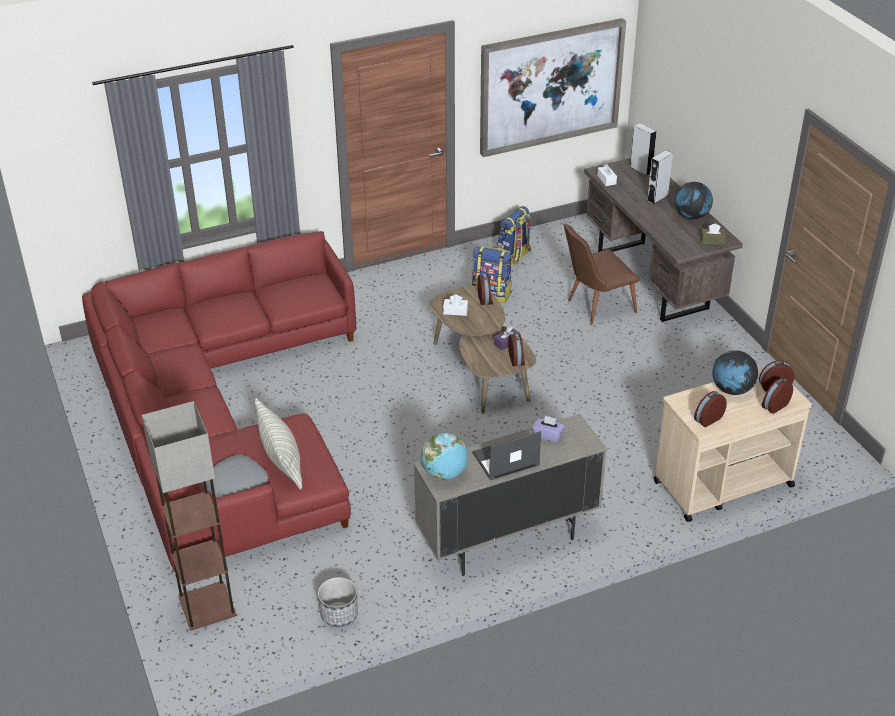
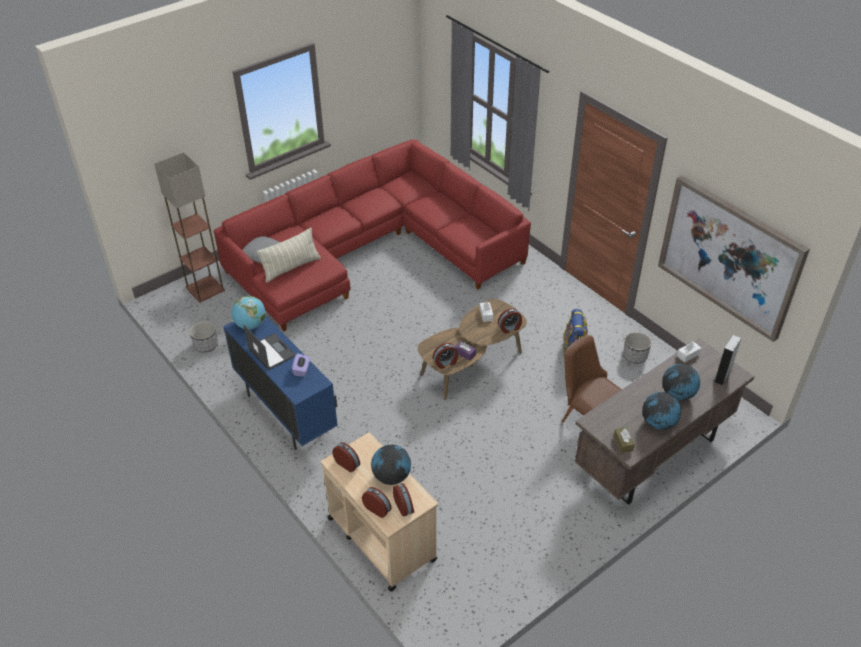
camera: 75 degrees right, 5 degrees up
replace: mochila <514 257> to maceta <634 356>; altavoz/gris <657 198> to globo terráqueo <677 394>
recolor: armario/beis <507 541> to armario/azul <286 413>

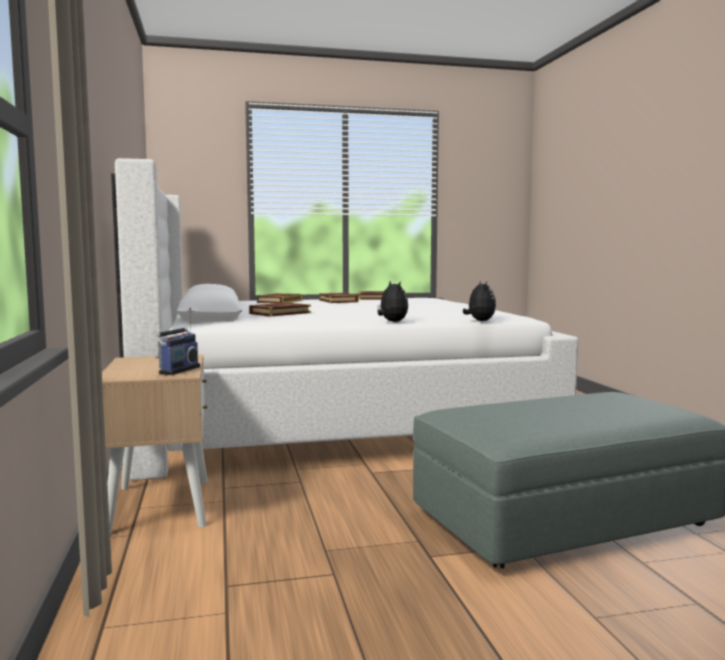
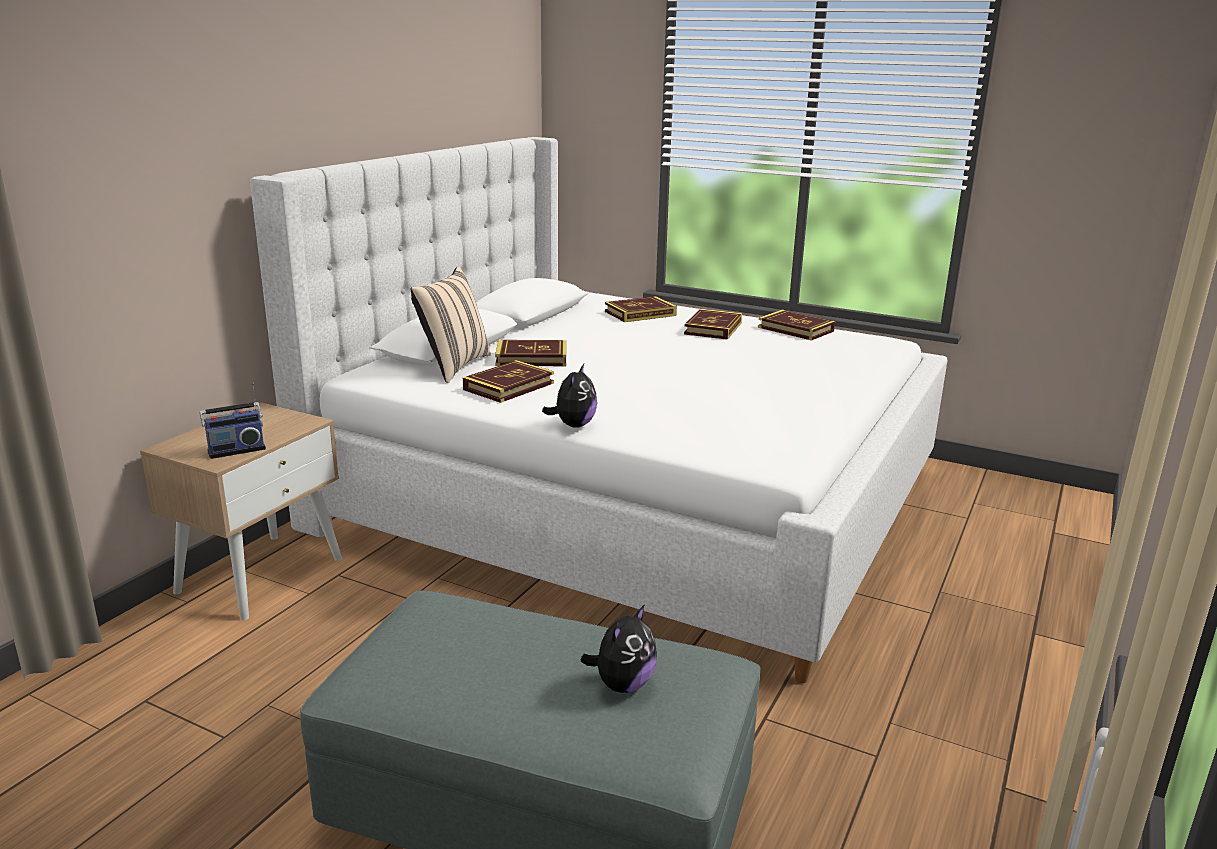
camera: 40 degrees right, 15 degrees up
insert: cojín/beis <453 366>; libro <509 386>
move: peluche <479 321> to <622 684>

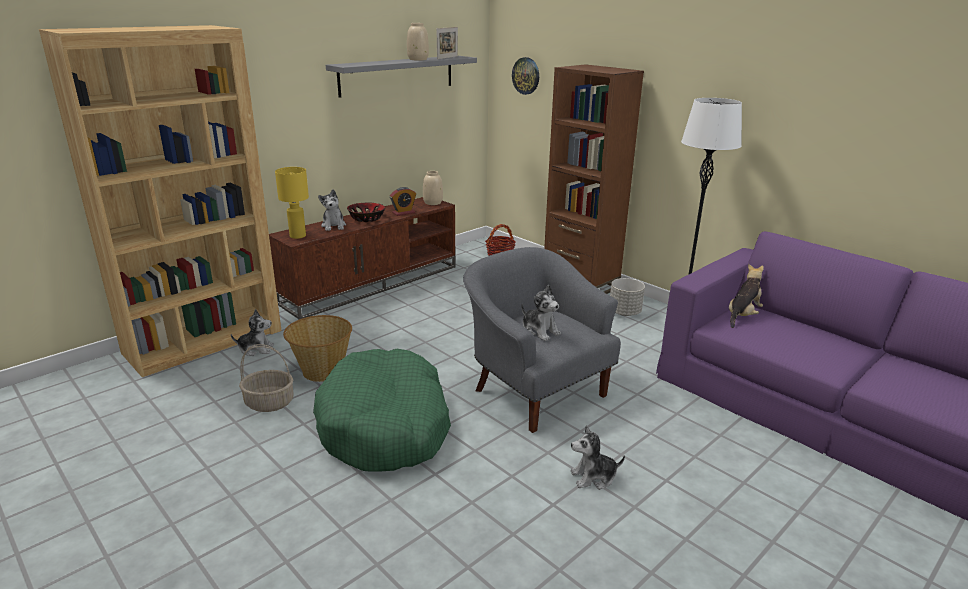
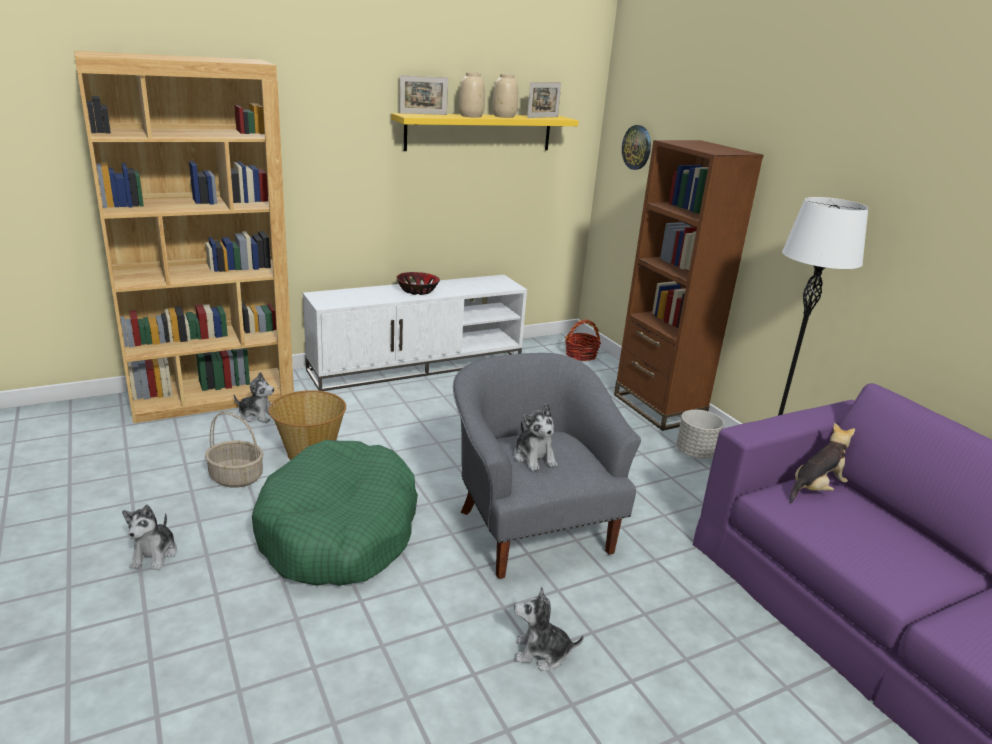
camera: 15 degrees right, 0 degrees up
delete: lámpara de mesa/amarillo <297 236>; despertador <403 213>
insert: portarretratos <423 114>
move: peluche <334 226> to <154 554>; florero/beis <433 203> to <471 116>
recolor: mueble de televisión/marrón <372 284> to mueble de televisión/blanco <417 365>; estante/gris <397 75> to estante/amarillo <479 132>

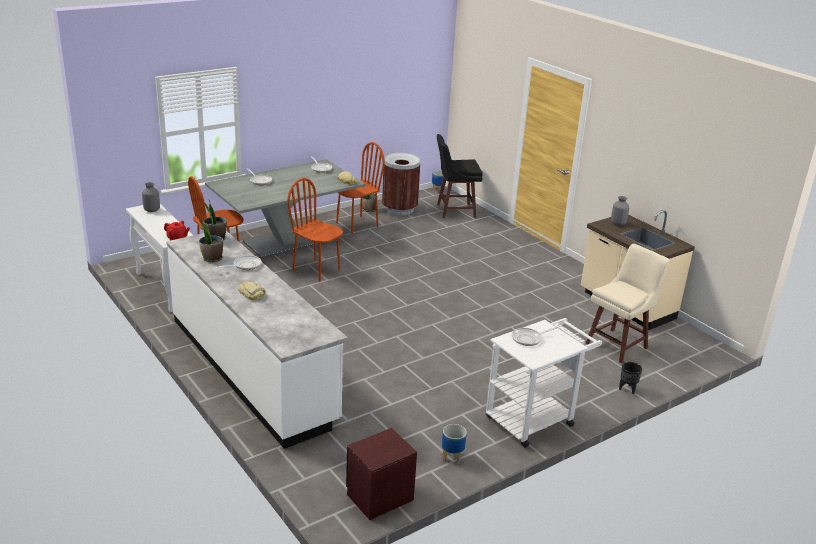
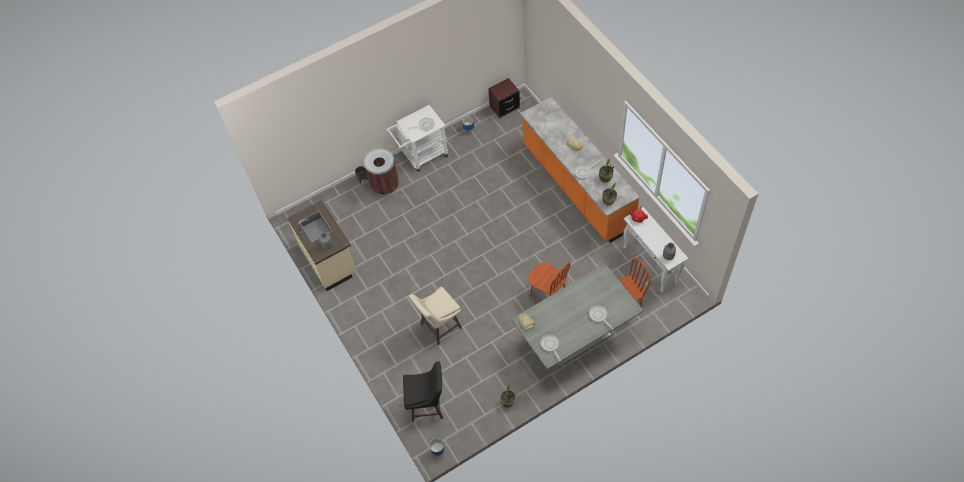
camera: 170 degrees left, 30 degrees up
delete: silla/marrón <357 225>
move: papelera/marrón <399 209> to <385 186>; taburete/beis <618 345> to <439 326>
recolor: mueble bajo de cocina/blanco <252 369> to mueble bajo de cocina/naranja <576 187>

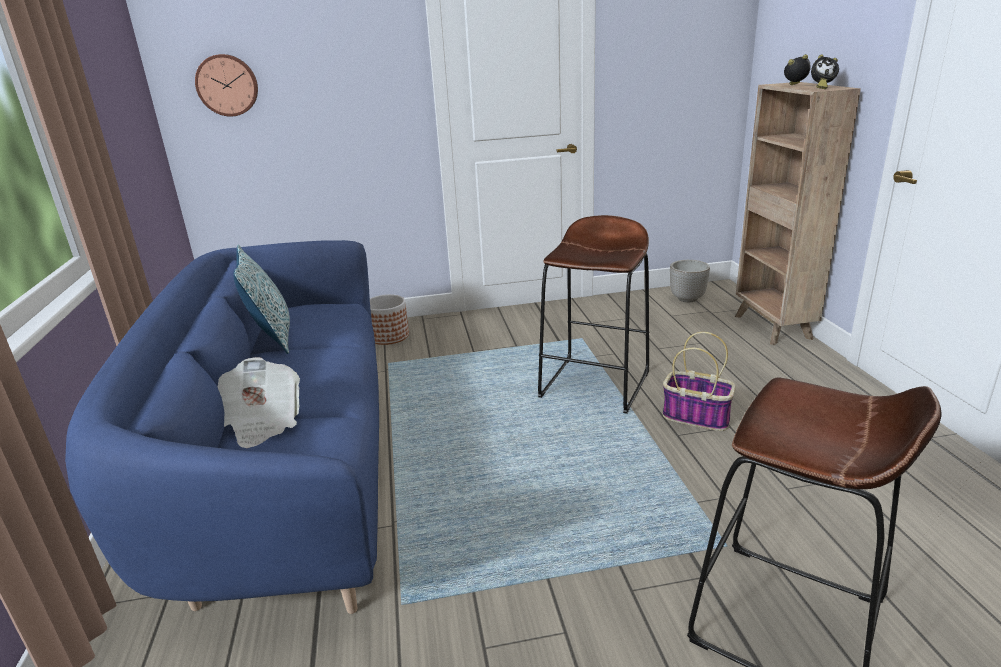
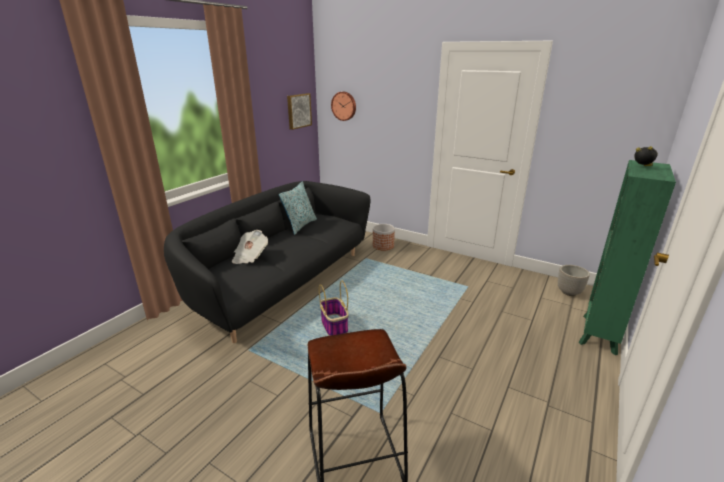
camera: 40 degrees right, 0 degrees up
delete: taburete/marrón <595 384>; despertador <821 88>
insert: cuadro <298 111>
move: cesta <697 417> to <334 326>
recolor: sofá/azul <291 467> to sofá/negro <281 283>; estantería/marrón <773 328> to estantería/verde <598 335>

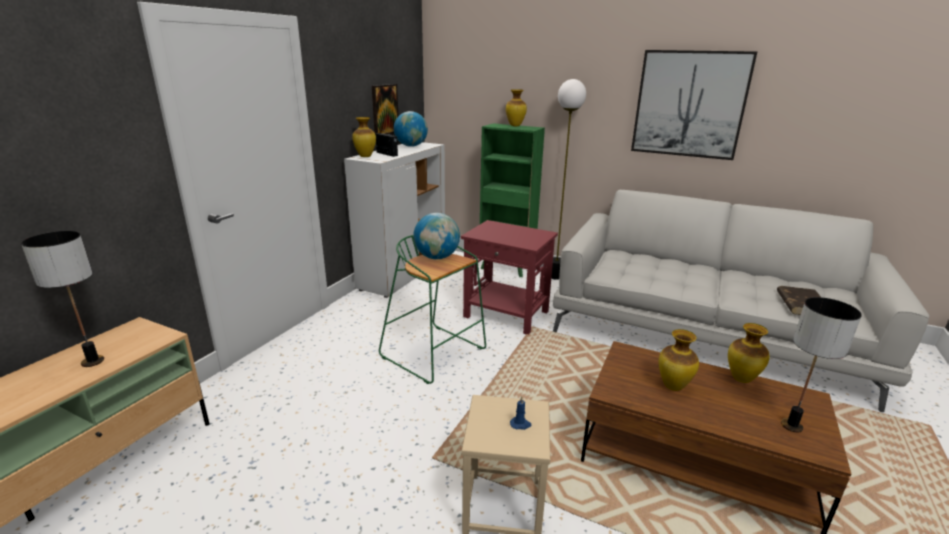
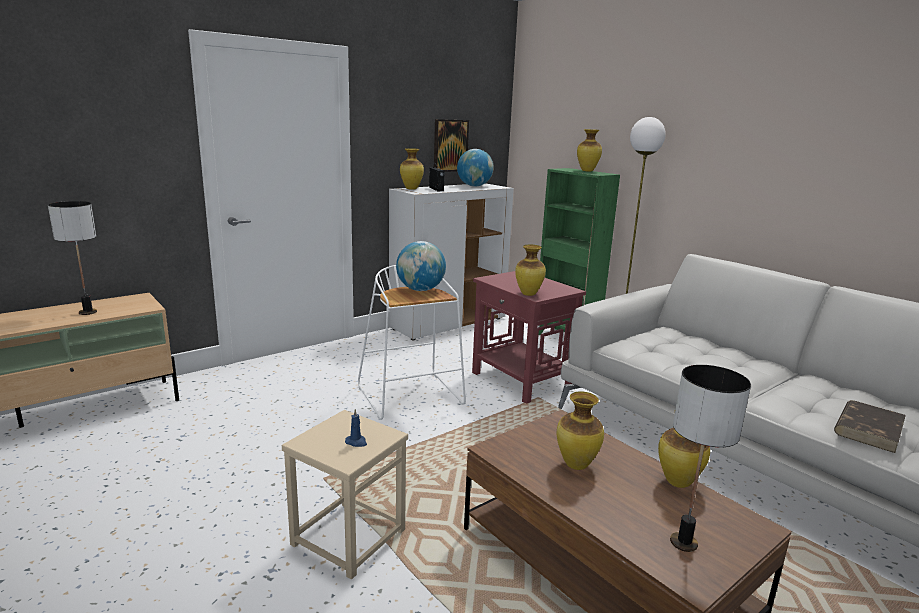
camera: 25 degrees right, 5 degrees down
delete: cuadro <689 104>
insert: florero <529 294>
recolor: taburete/verde <435 353> to taburete/blanco <412 397>

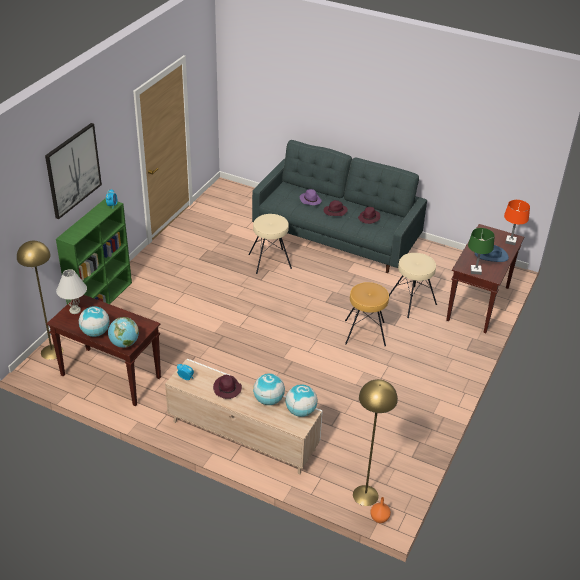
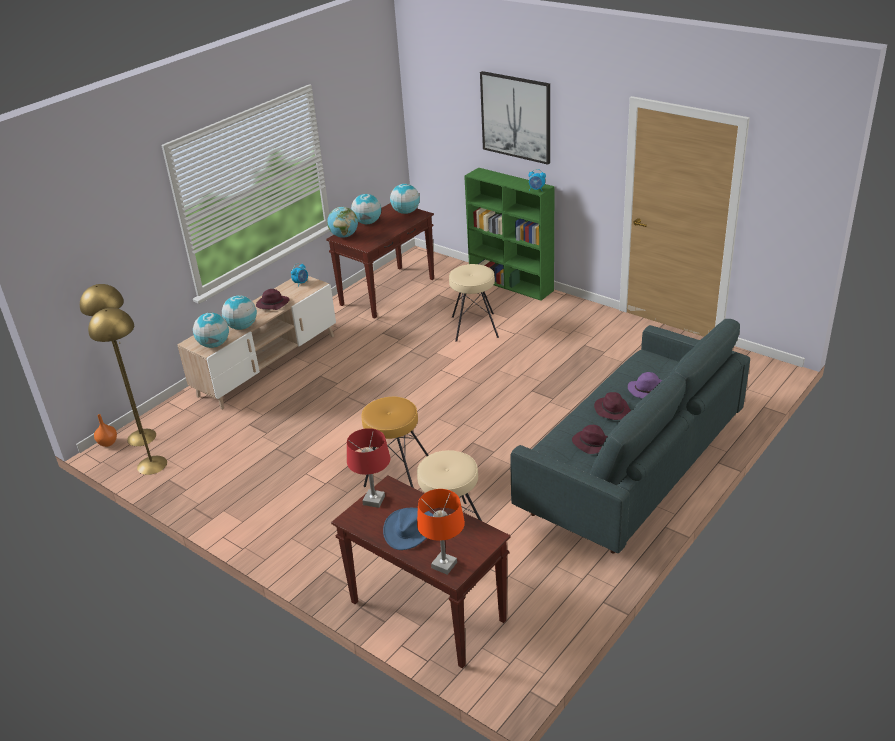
camera: 105 degrees right, 5 degrees down
move: lámpara de pie/amarillo <52 351> to <152 465>; taburete/beis <270 261> to <474 327>
replace: lámpara de mesa/blanco <75 310> to globo terráqueo <406 212>
recolor: lámpara de mesa/verde <475 271> to lámpara de mesa/rojo <374 500>

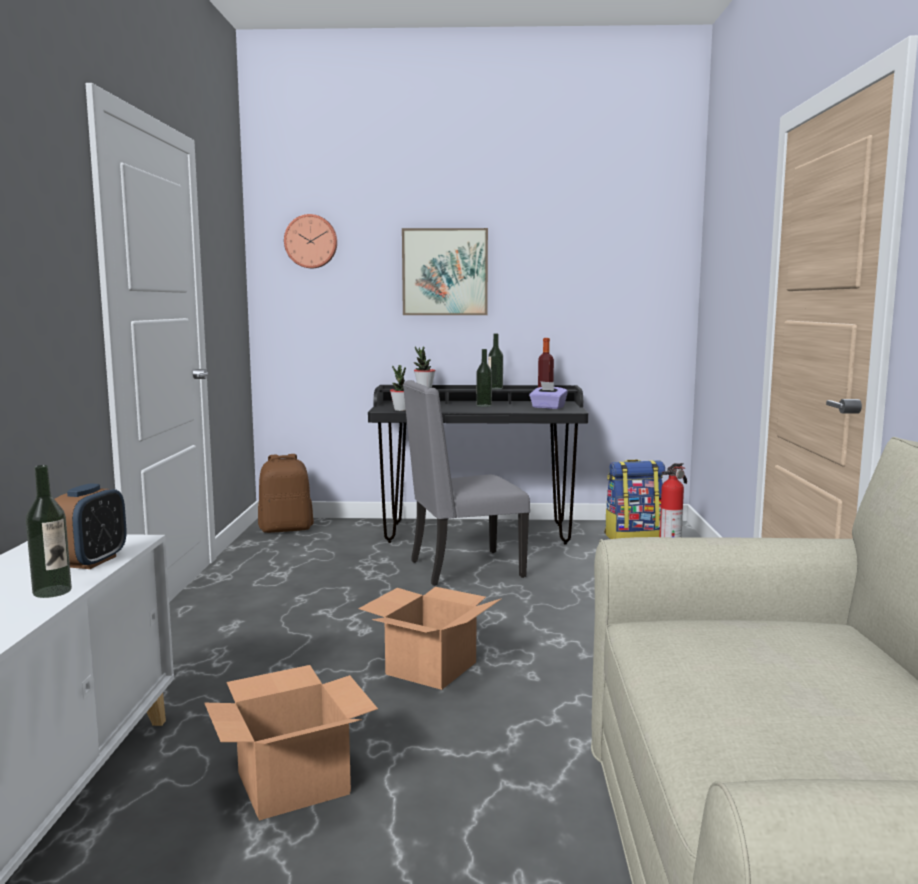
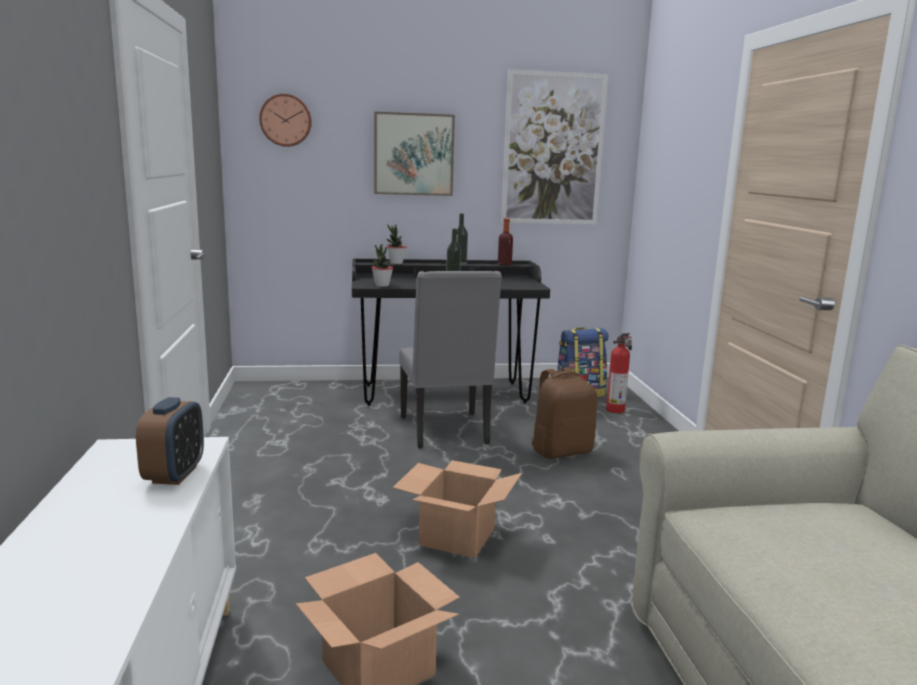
camera: 10 degrees left, 5 degrees up
delete: botella <52 591>; caja de pañuelos/morado <548 407>
insert: cuadro <553 149>
move: mochila/marrón <286 529> to <561 451>
rotate: silla/gris <463 569> = <446 431> 75 degrees counterclockwise

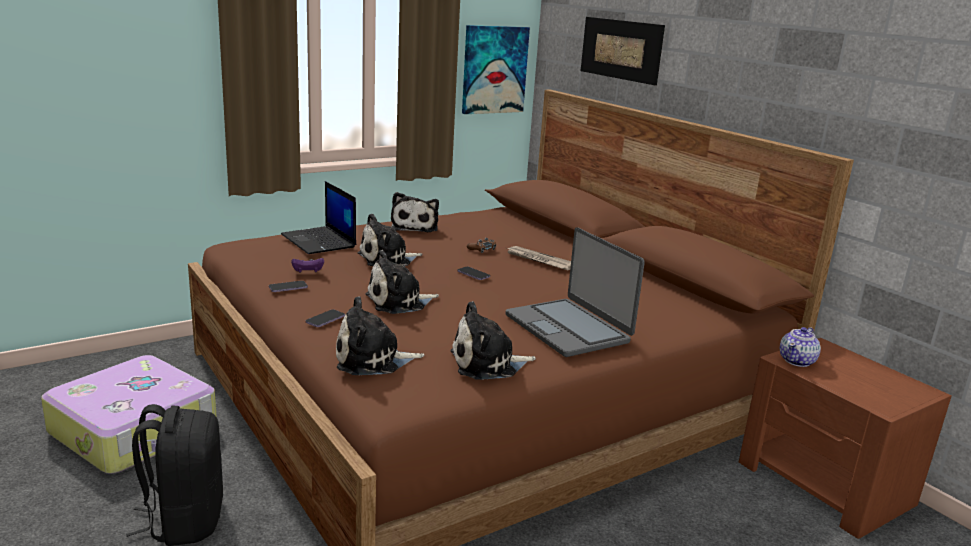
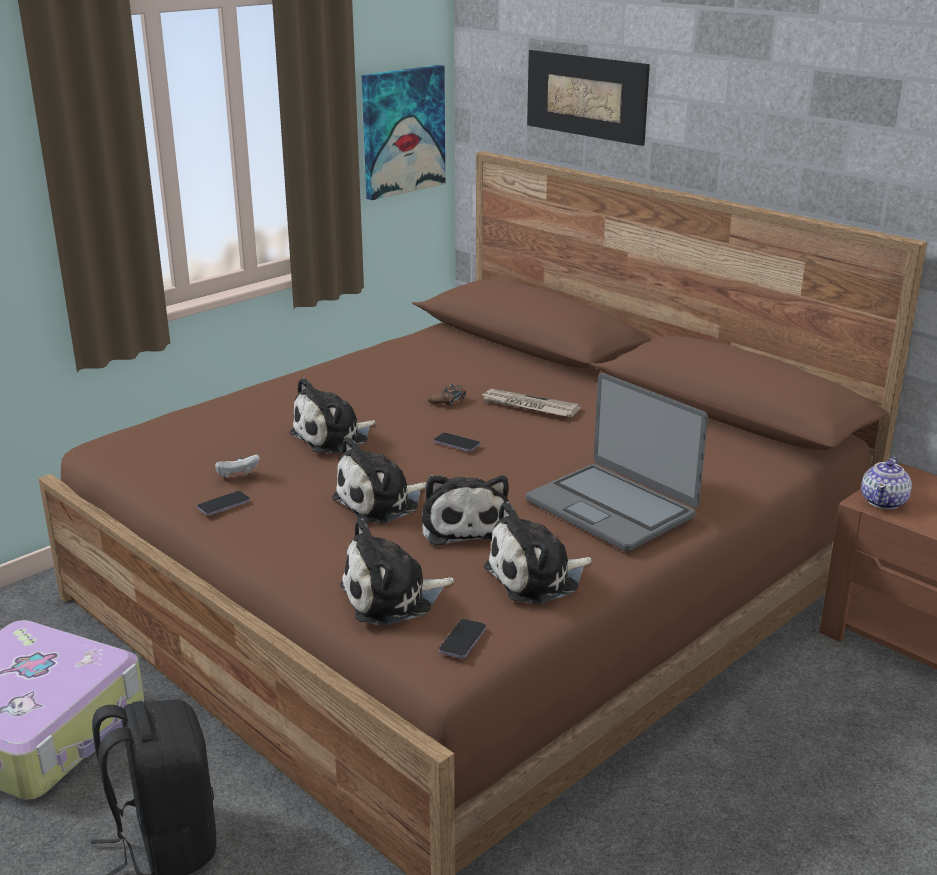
camera: 10 degrees left, 5 degrees up
delete: portátil <319 241>
move: móvil <325 320> to <462 640>; peluche <415 227> to <463 525>
recolor: mando de consola/morado <308 272> to mando de consola/blanco <237 476>

